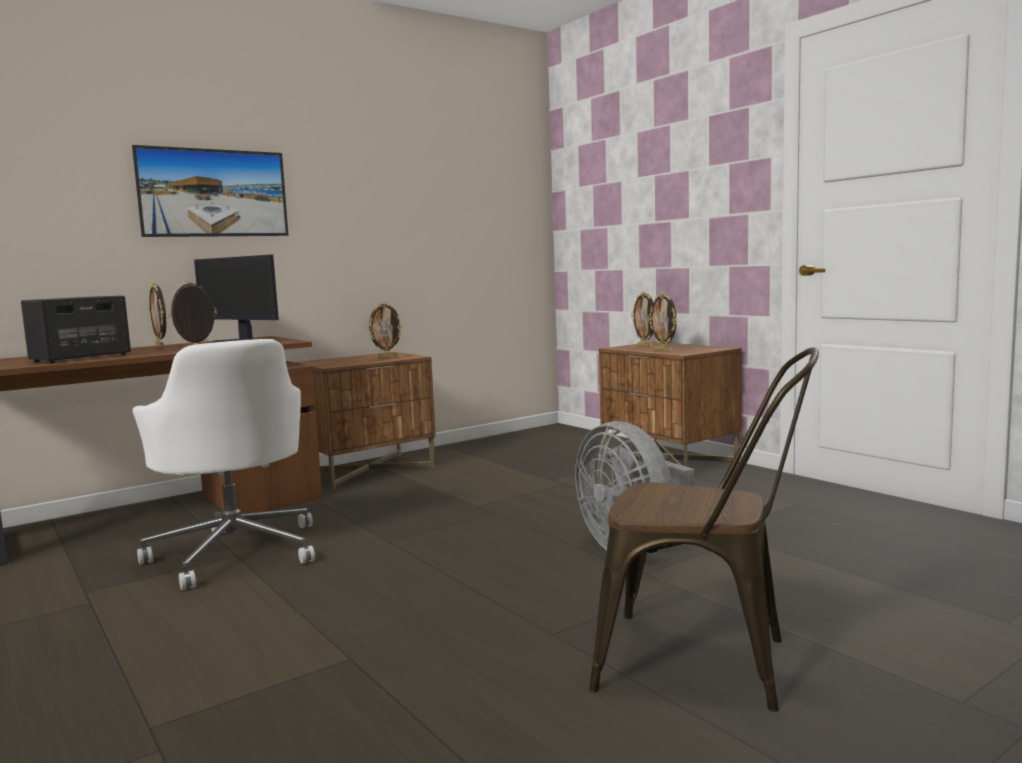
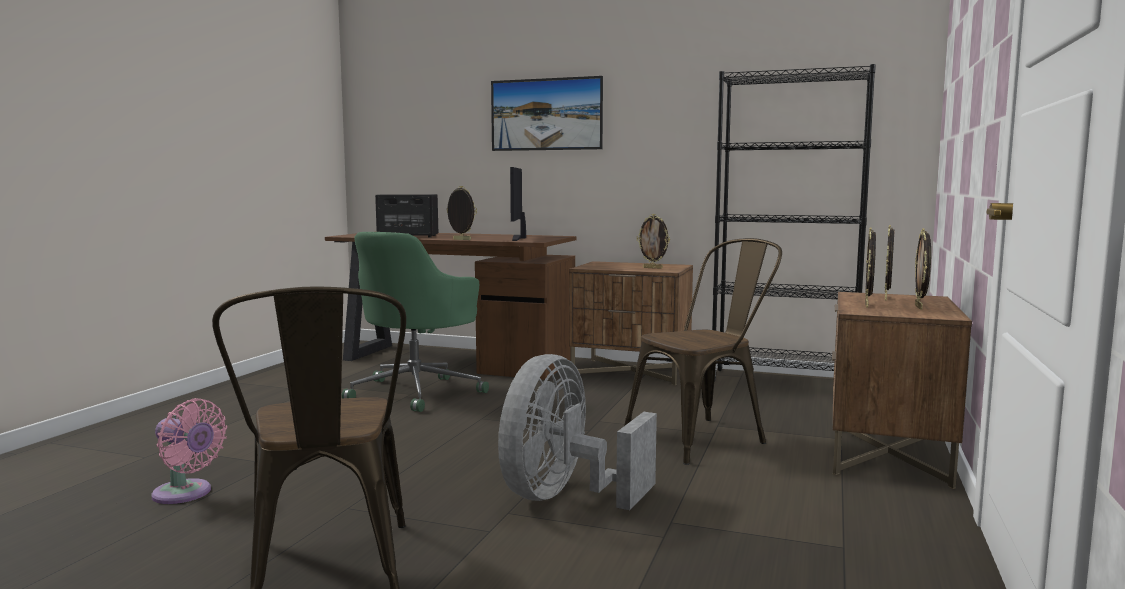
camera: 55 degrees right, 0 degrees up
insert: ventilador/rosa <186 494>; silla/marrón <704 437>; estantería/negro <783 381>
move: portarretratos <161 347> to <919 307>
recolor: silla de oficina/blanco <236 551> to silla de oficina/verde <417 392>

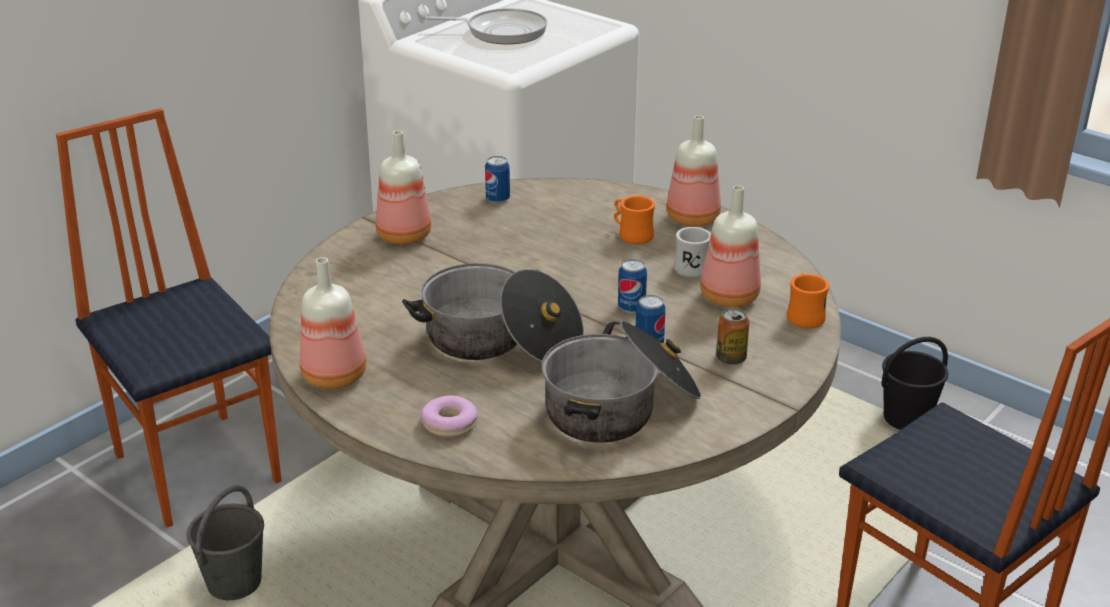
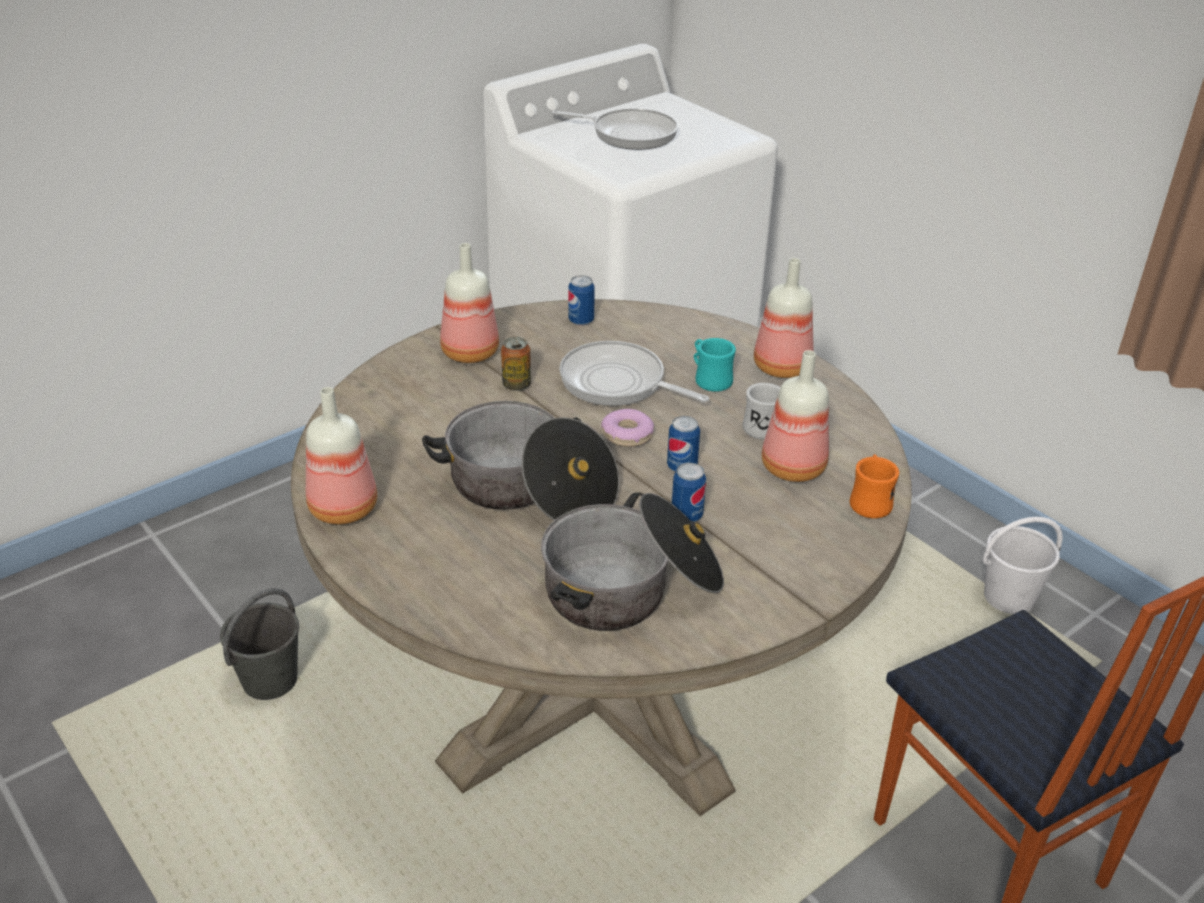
camera: 10 degrees right, 5 degrees up
delete: silla <199 466>
insert: sartén <618 383>
move: rosquilla <449 424> to <627 435>; lata <731 358> to <516 385>
recolor: taza grande/naranja <631 235> to taza grande/turquesa <709 379>; cubo/negro <907 419> to cubo/blanco <1009 598>

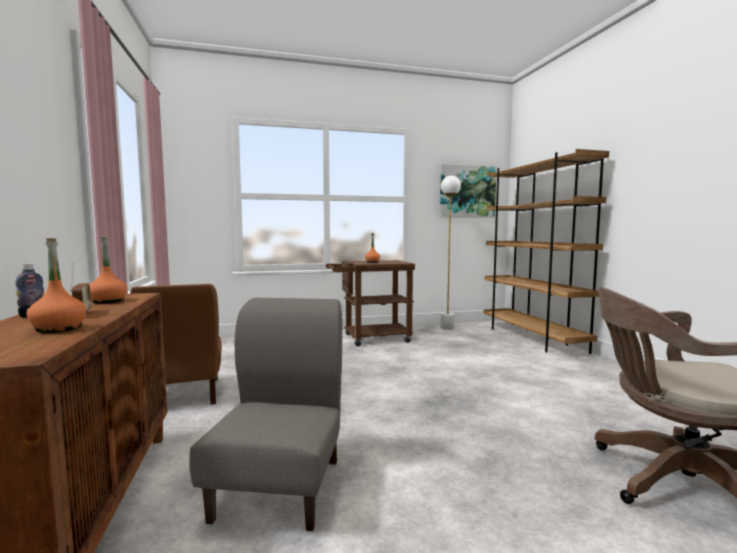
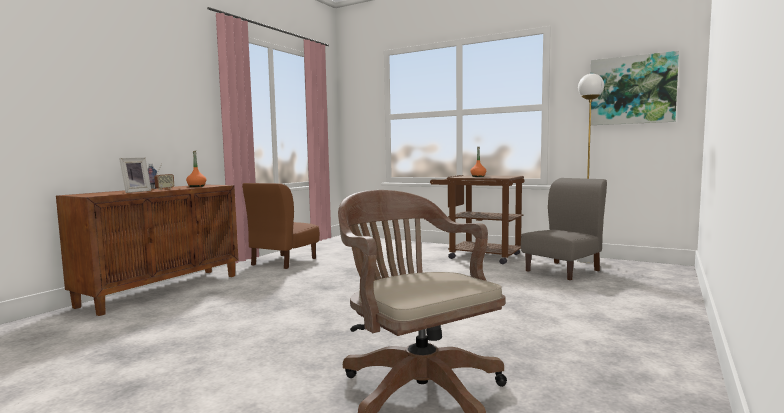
camera: 45 degrees right, 0 degrees up
delete: estantería/marrón <532 338>
move: silla/gris <280 487> to <563 270>
replace: botella/naranja <58 328> to portarretratos <135 191>

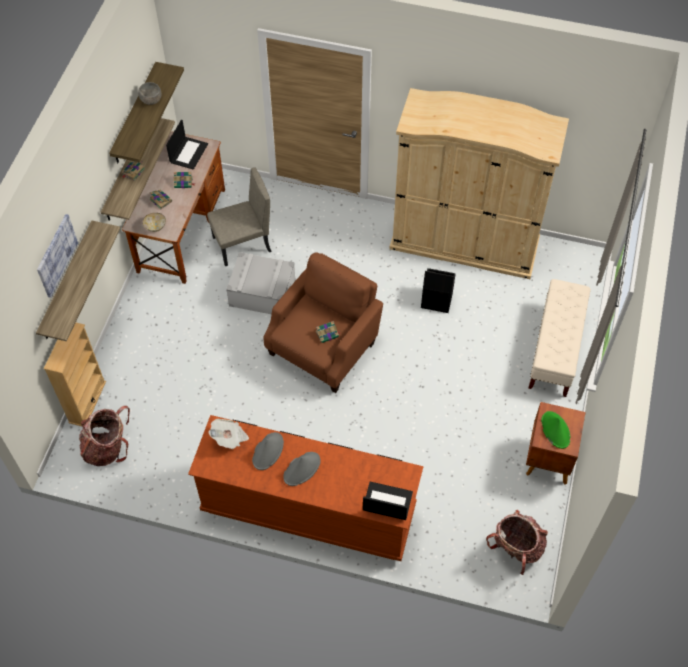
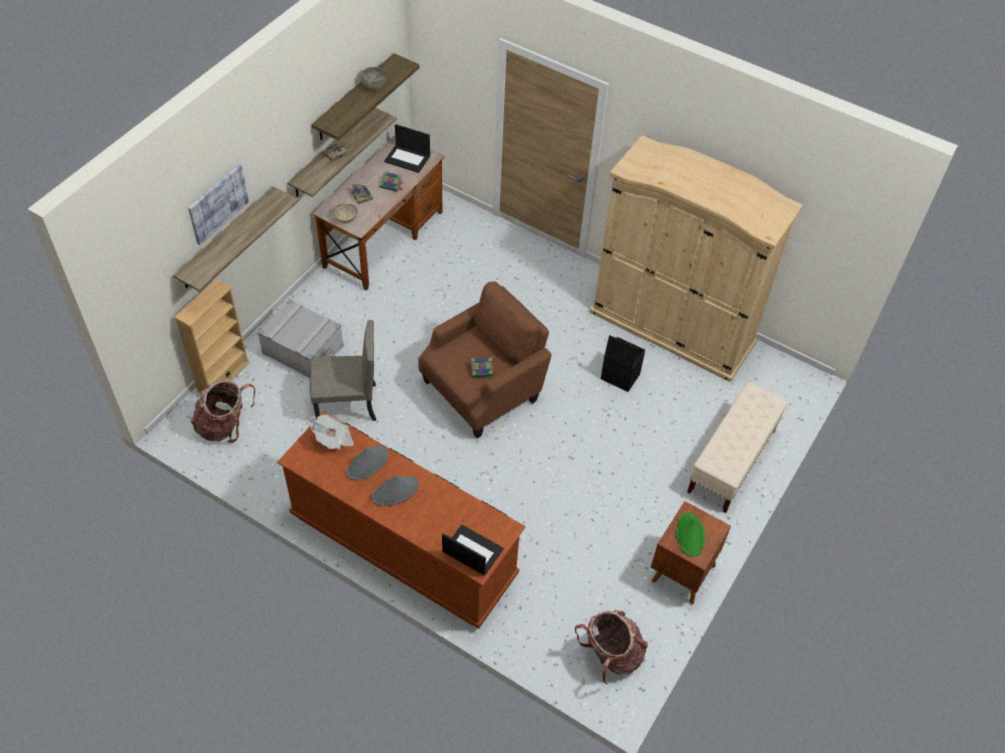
camera: 15 degrees right, 5 degrees down
move: silla/beis <242 245> to <346 403>; caja de almacenaje/gris <262 293> to <302 349>
rotate: portátil <188 152> = <408 158> 75 degrees clockwise

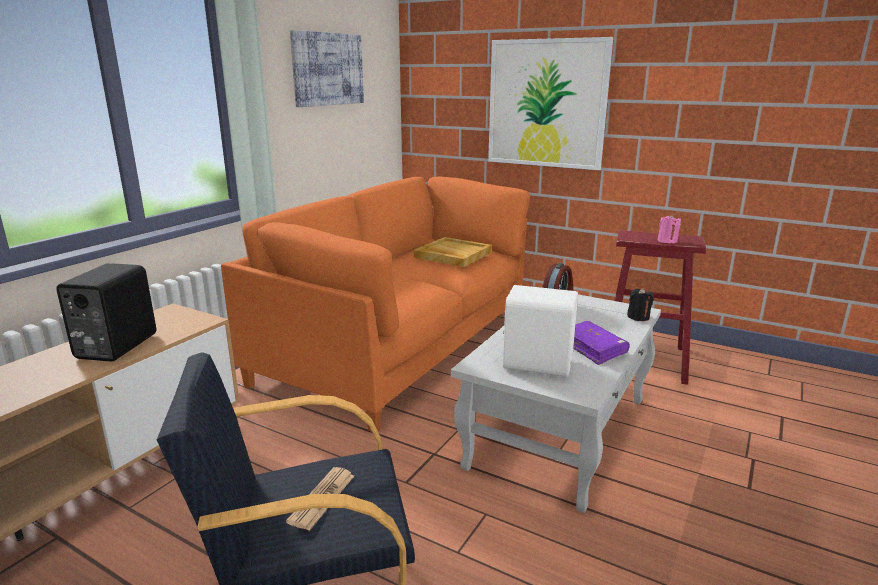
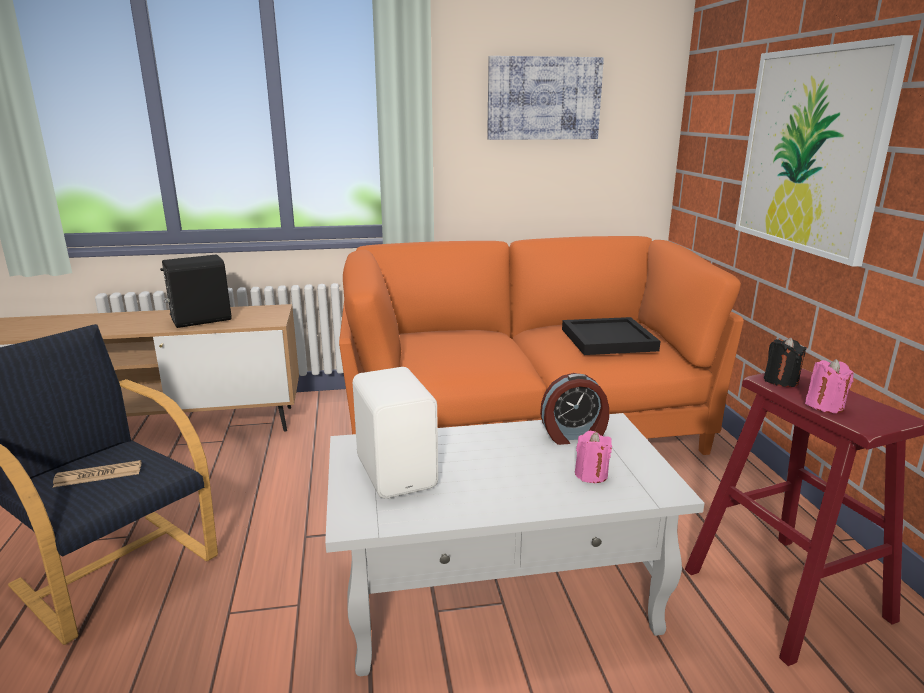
camera: 50 degrees right, 0 degrees up
delete: libro/morado <593 349>
insert: vela/rosa <591 474>
move: vela/negro <638 317> to <781 381>
recolor: bandeja/beis <452 255> to bandeja/negro <607 339>

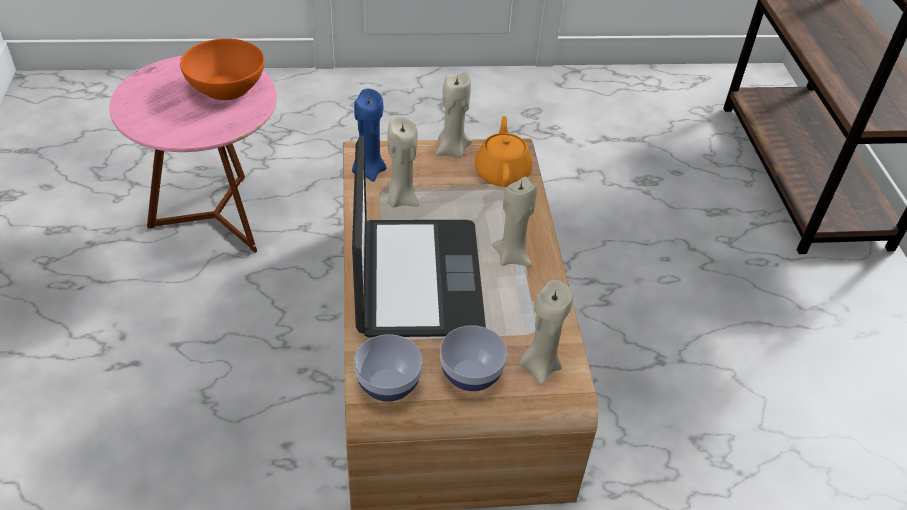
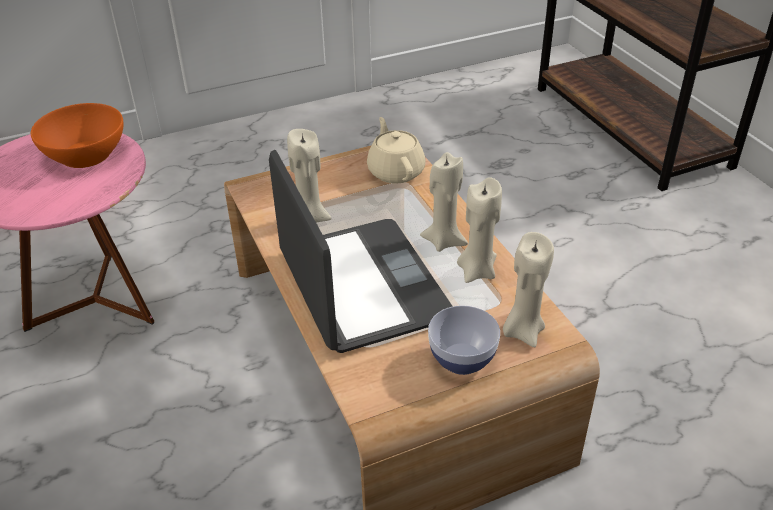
camera: 15 degrees left, 5 degrees down
delete: vela/azul <369 170>; cuenco <388 385>
move: vela/beis <452 150> to <477 271>
recolor: tetera/naranja <502 172> to tetera/beis <396 171>

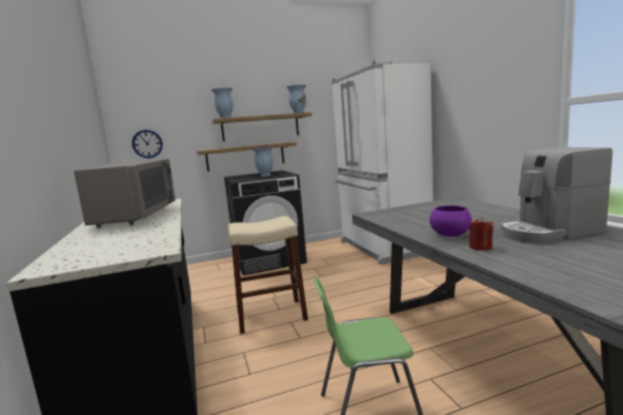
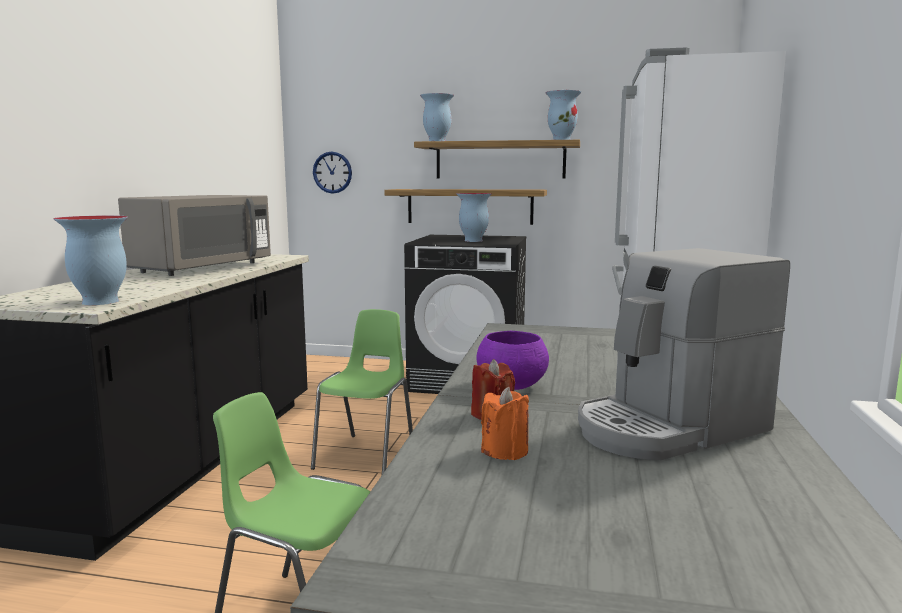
camera: 30 degrees right, 0 degrees up
insert: florero <99 302>; vela/naranja <505 451>
replace: taburete/beis <271 315> to silla/verde <367 456>
rotate: cafetera <548 232> = <669 428> 45 degrees counterclockwise

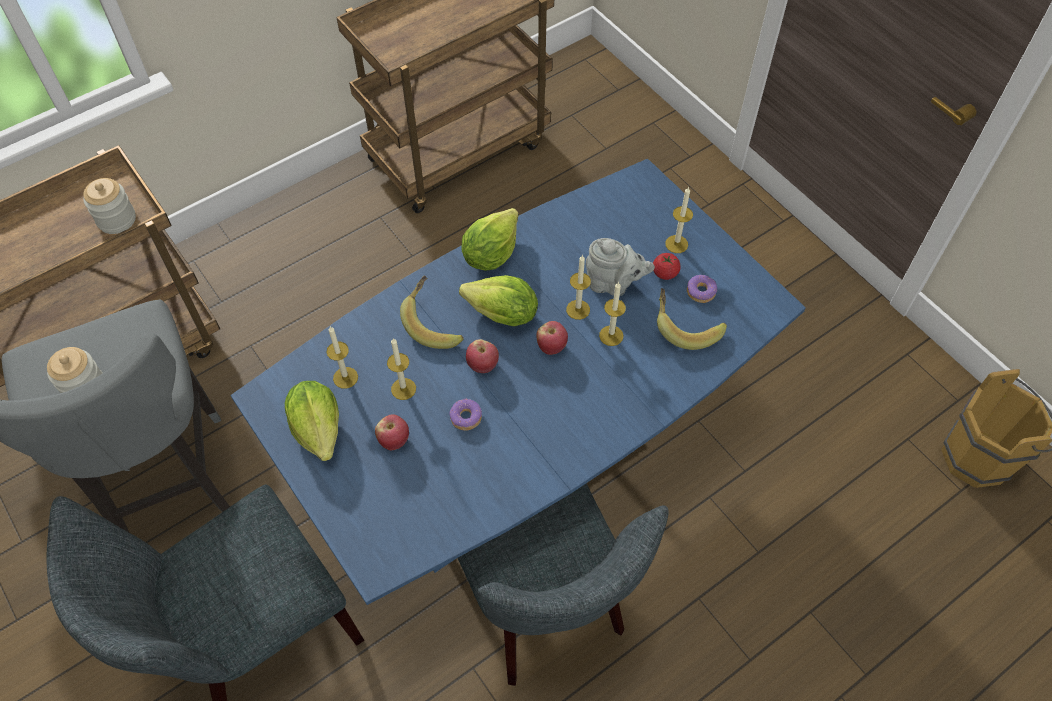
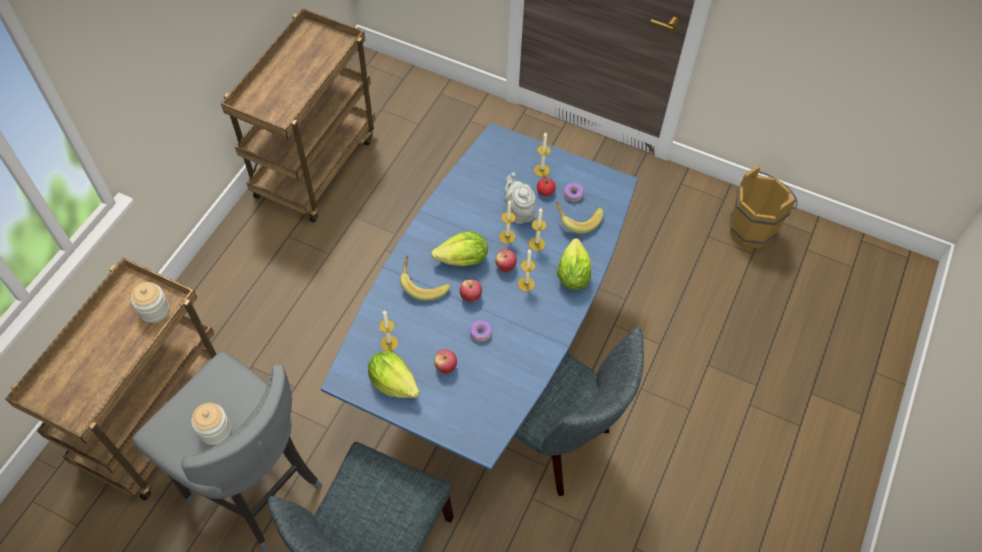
camera: 30 degrees left, 0 degrees up
move: vela <403 389> to <526 284>; lechuga <490 254> to <572 275>
rotate: tetera/gris <613 284> = <519 211> 105 degrees counterclockwise

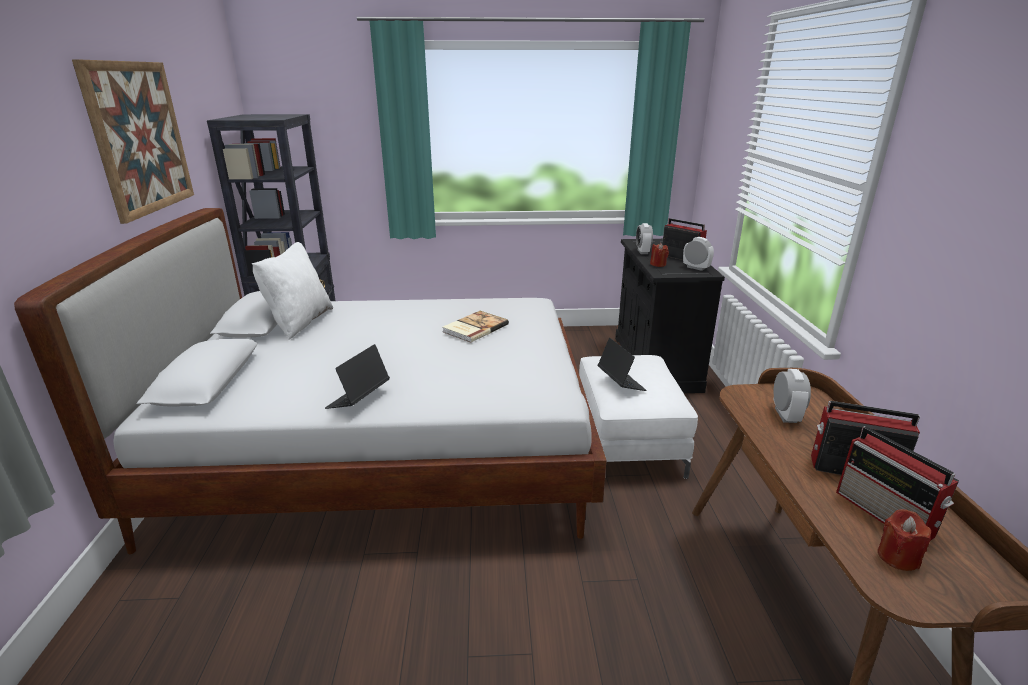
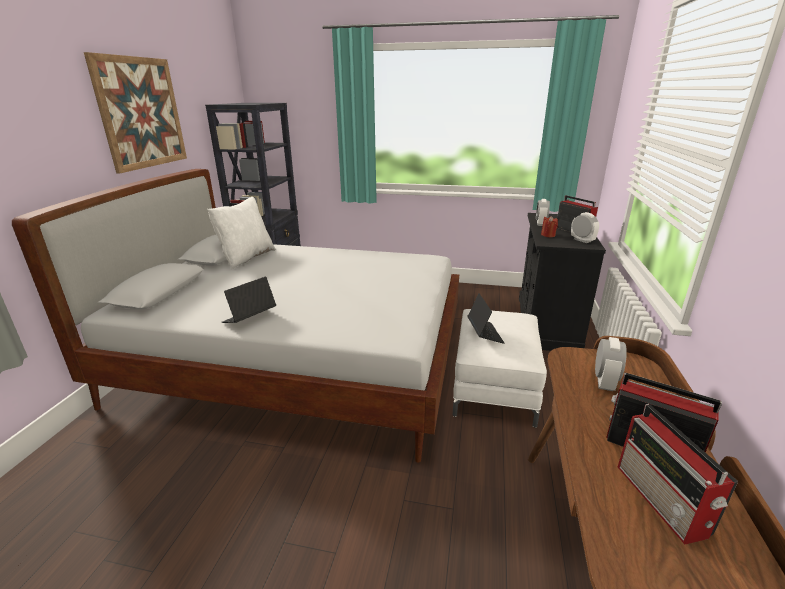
camera: 15 degrees right, 0 degrees up
delete: libro <474 328>; vela/rojo <897 557>

